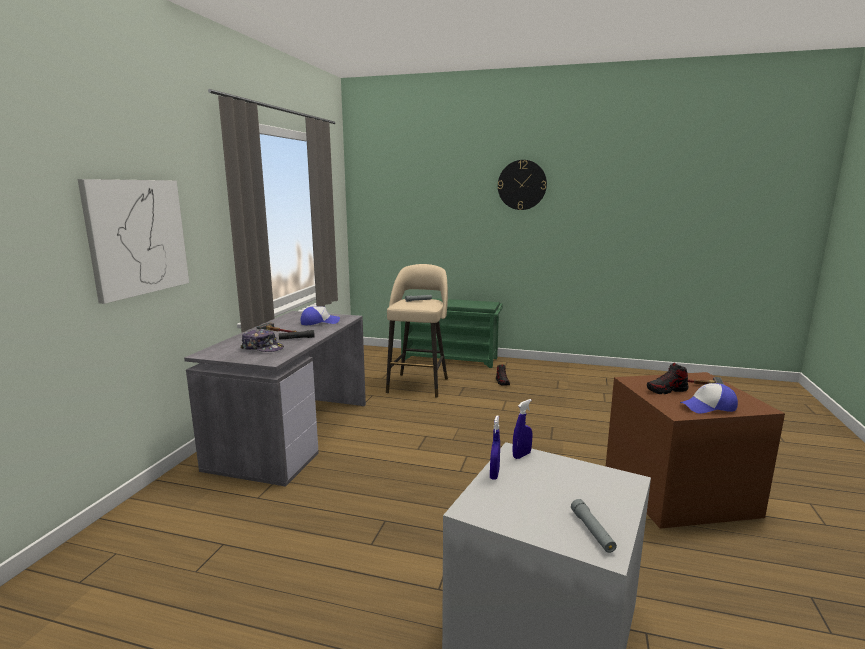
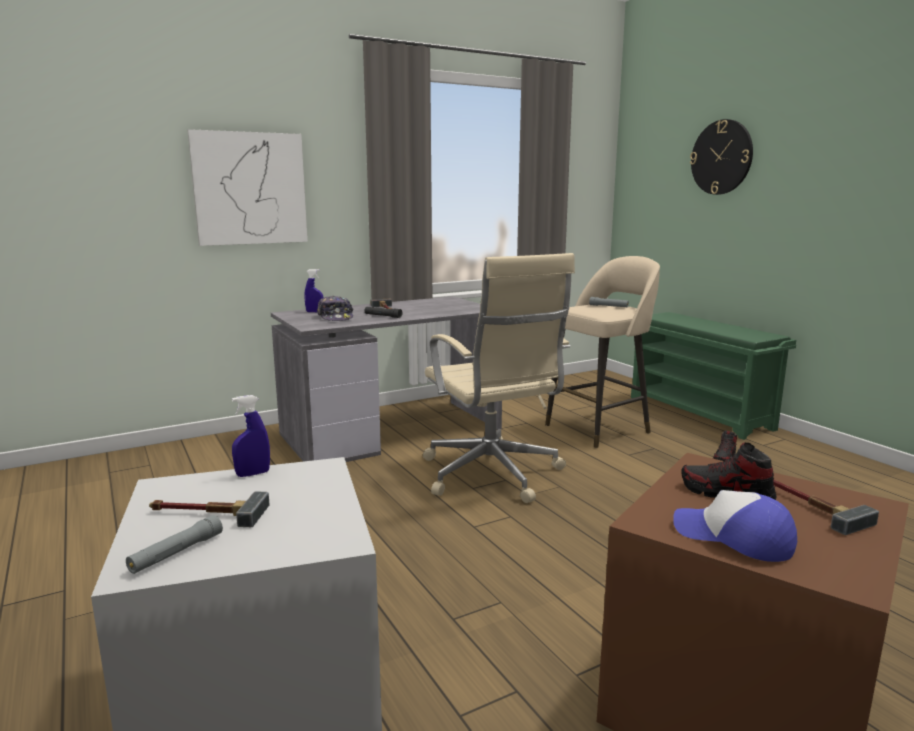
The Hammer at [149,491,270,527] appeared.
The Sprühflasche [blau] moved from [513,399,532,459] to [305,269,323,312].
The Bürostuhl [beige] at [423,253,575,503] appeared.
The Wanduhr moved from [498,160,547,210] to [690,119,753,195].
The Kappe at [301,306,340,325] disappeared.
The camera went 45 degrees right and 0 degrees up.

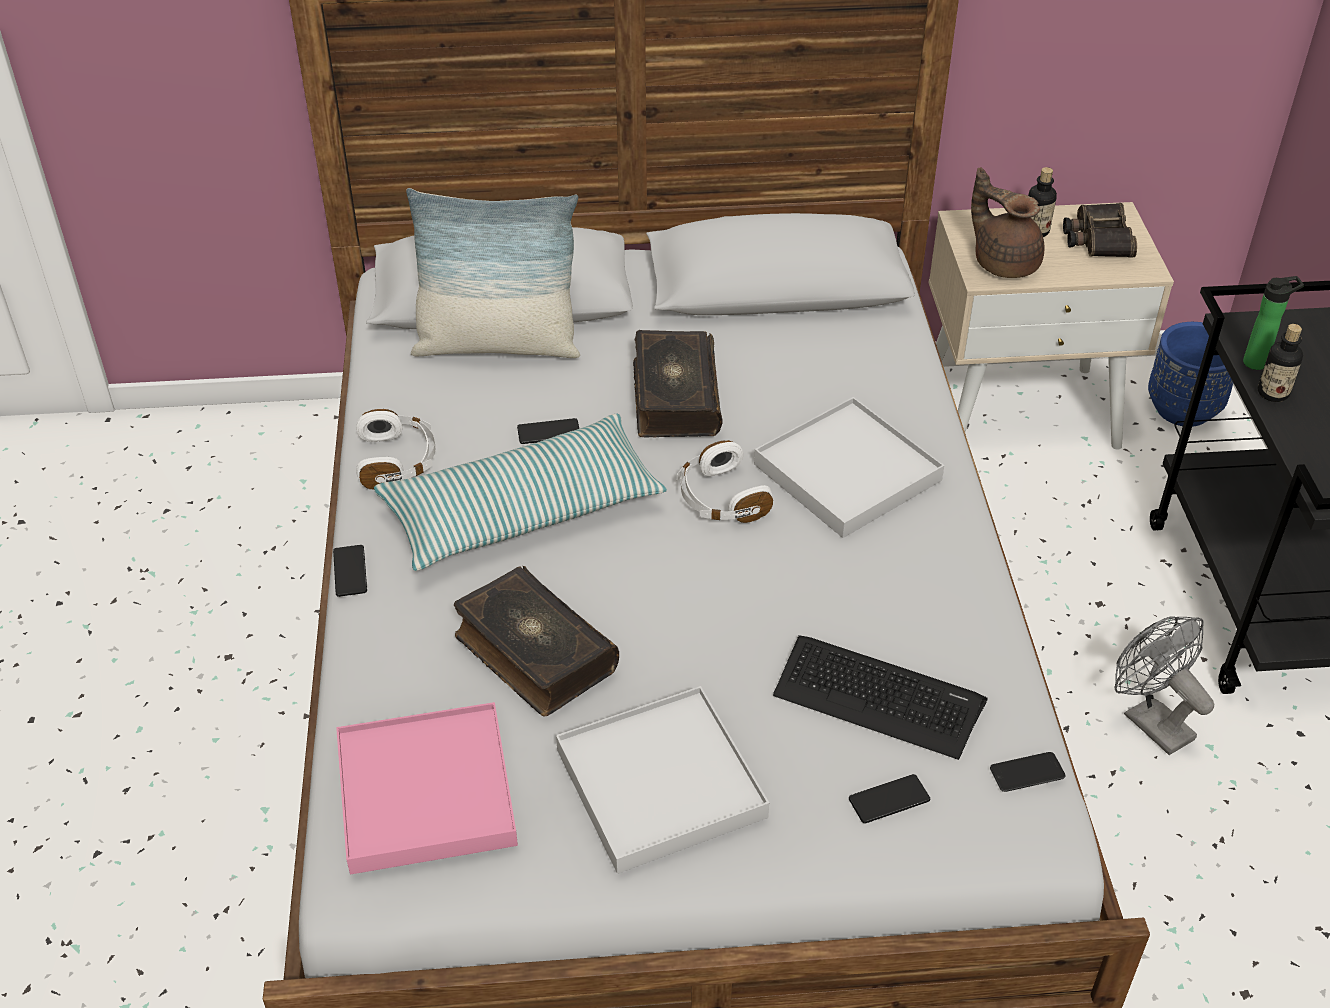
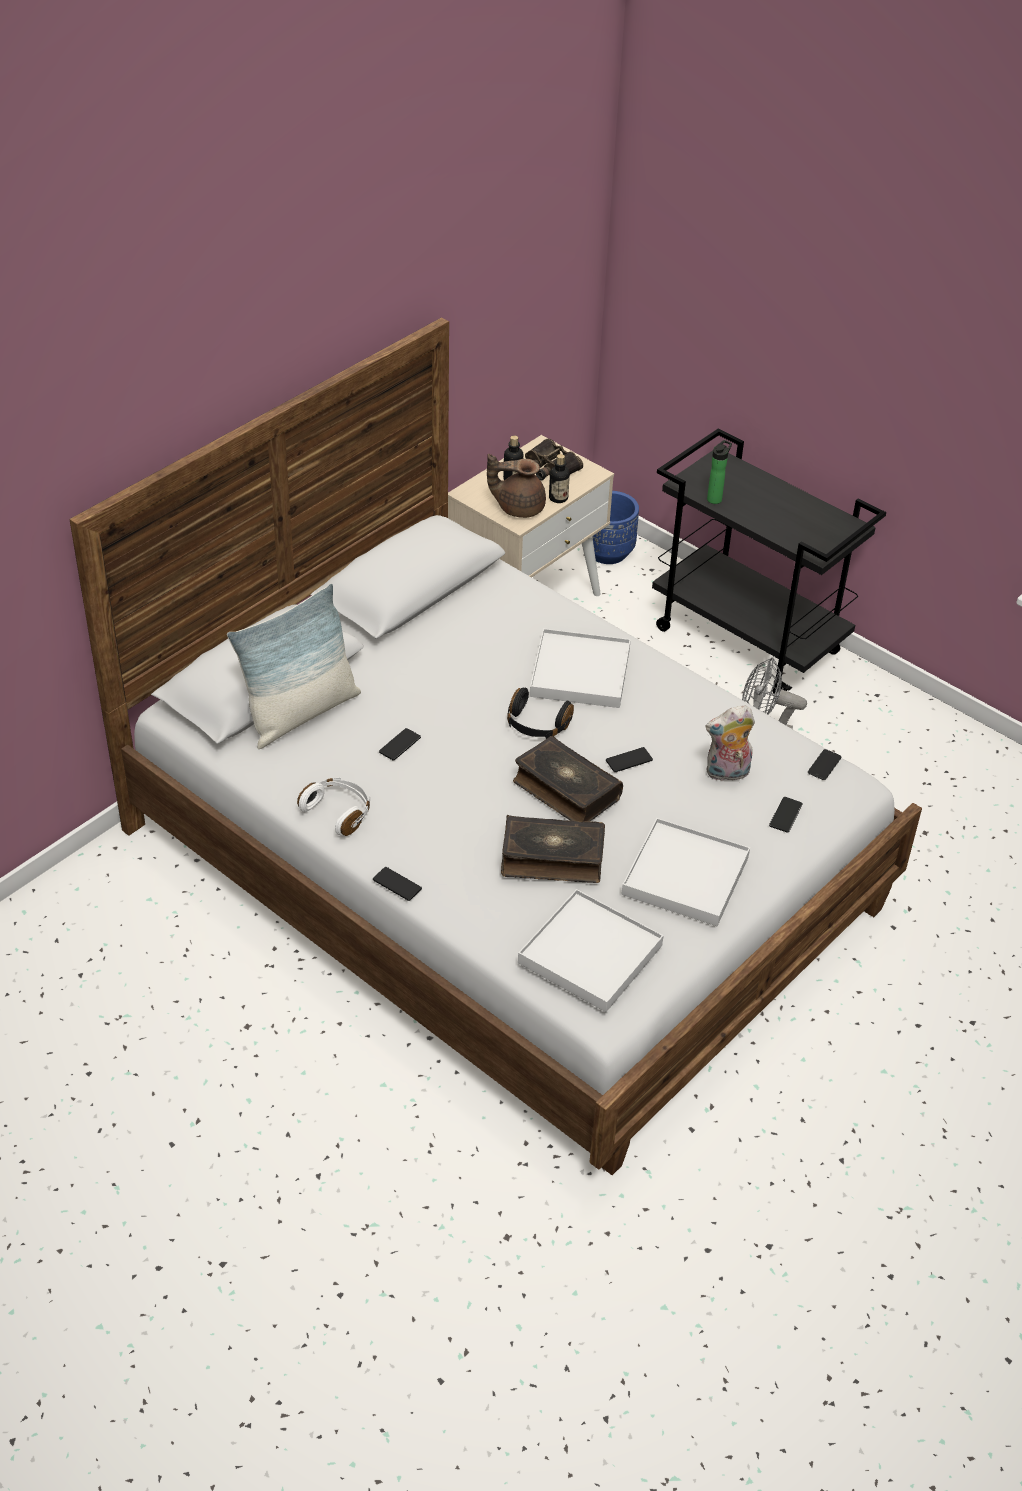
The Kopfhörer [weiß] at [677,440,773,523] became the Kopfhörer [schwarz] at [507,687,574,739].
The Buch moved from [633,330,722,438] to [513,736,623,822].
The Tablett [rosa] at [336,702,518,874] became the Tablett [weiß] at [518,889,664,1012].
The Flasche moved from [1258,324,1303,402] to [549,454,570,503].
The Handy at [606,747,653,772] appeared.
The Tastatur at [773,635,987,760] was replaced by the Plüschtier at [705,705,755,781].
The Kissen at [374,414,667,571] disappeared.
The camera went 45 degrees left and 0 degrees up.

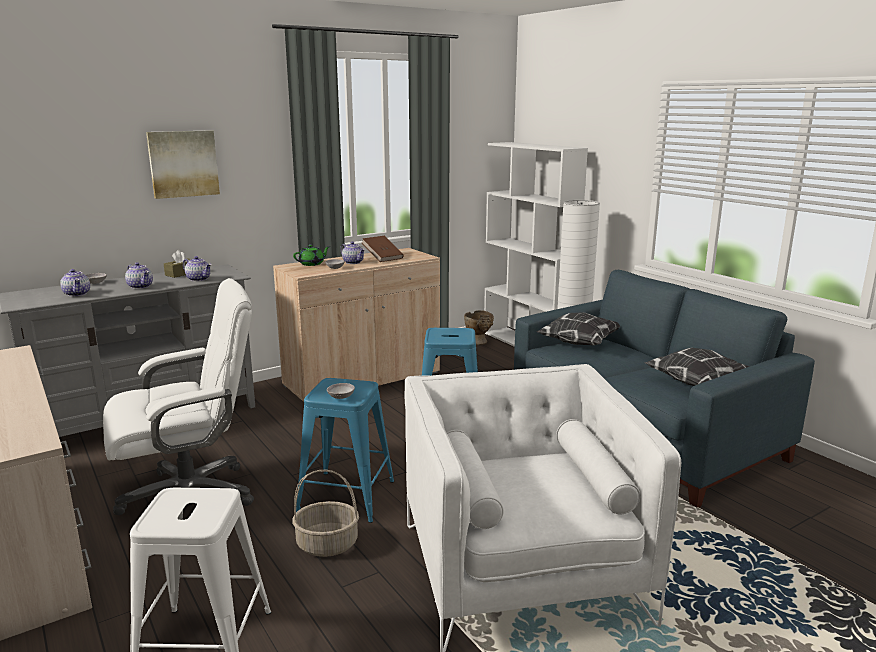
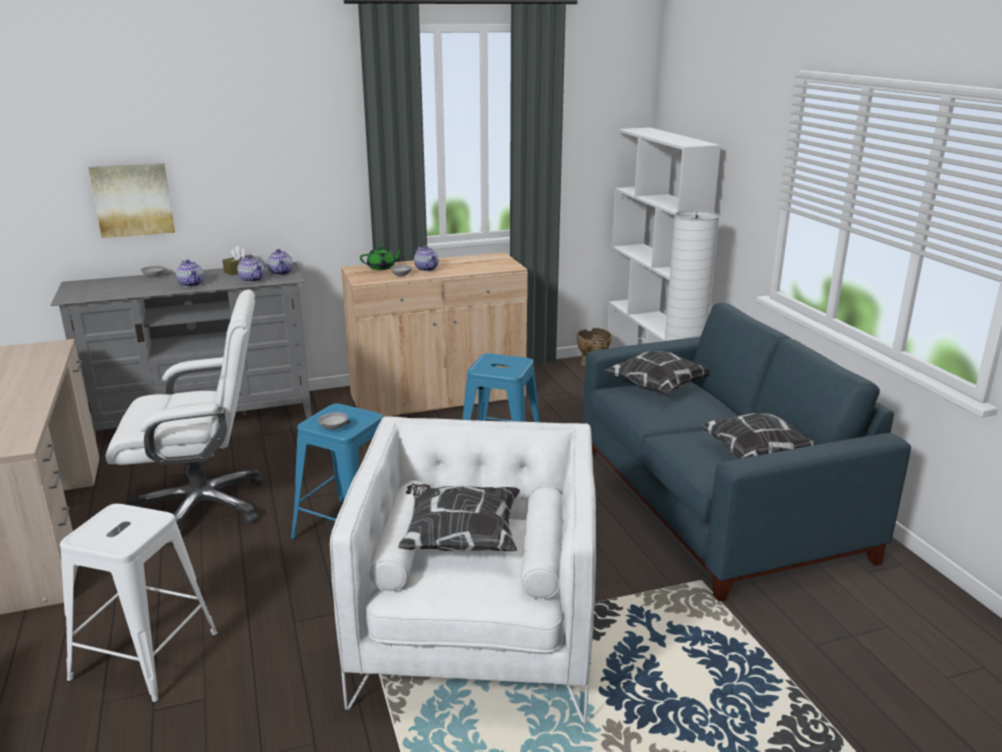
The Bild moved from [146,130,220,199] to [89,163,175,238].
The Teekanne moved from [60,269,90,296] to [267,249,293,275].
The Kissen at [398,483,520,551] appeared.
The Korb at [292,470,359,557] disappeared.
The Buch [braun] at [362,236,404,262] disappeared.
The camera went 15 degrees right and 5 degrees up.

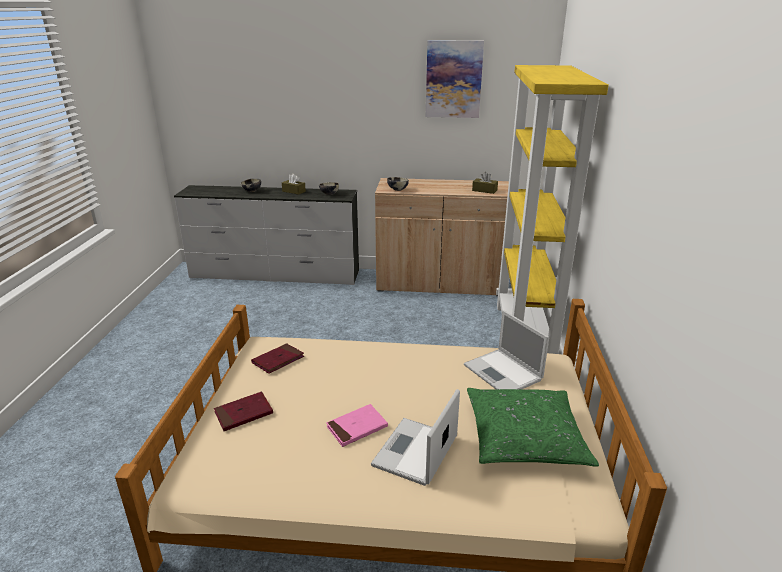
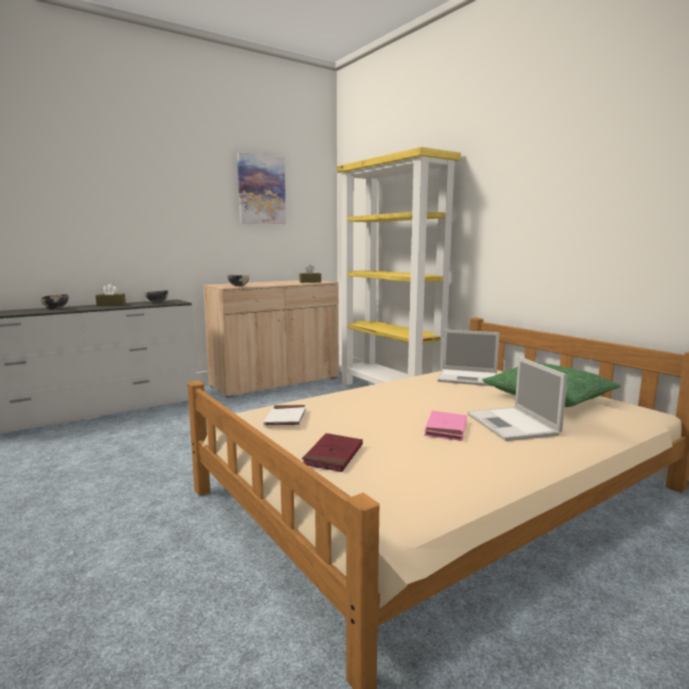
The Buch [rot] at [251,344,304,374] became the Buch [weiß] at [263,405,307,427].
The camera went 40 degrees left and 15 degrees down.

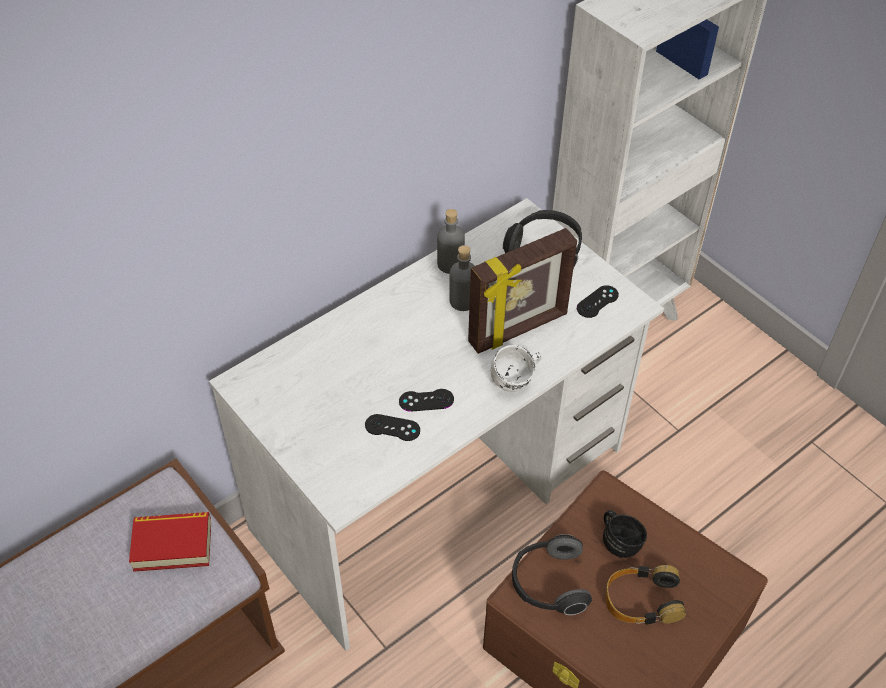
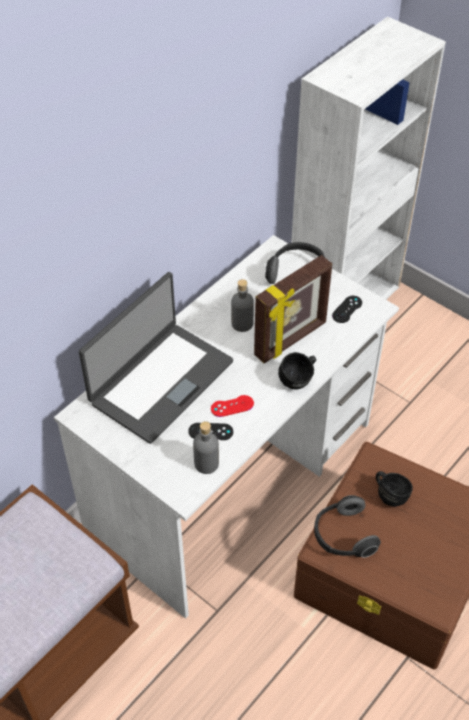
The Laptop at [79,272,233,444] appeared.
The Flasche [grau] moved from [437,209,465,274] to [193,421,219,474].
The Gamepad [schwarz] at [399,389,454,412] became the Gamepad [rot] at [211,395,254,417].
The Henkelbecher [weiß] at [490,345,541,392] became the Henkelbecher [schwarz] at [278,352,316,390].
The Buch at [129,512,211,572] disappeared.
The Kopfhörer at [605,565,686,625] disappeared.
The camera went 10 degrees left and 0 degrees up.

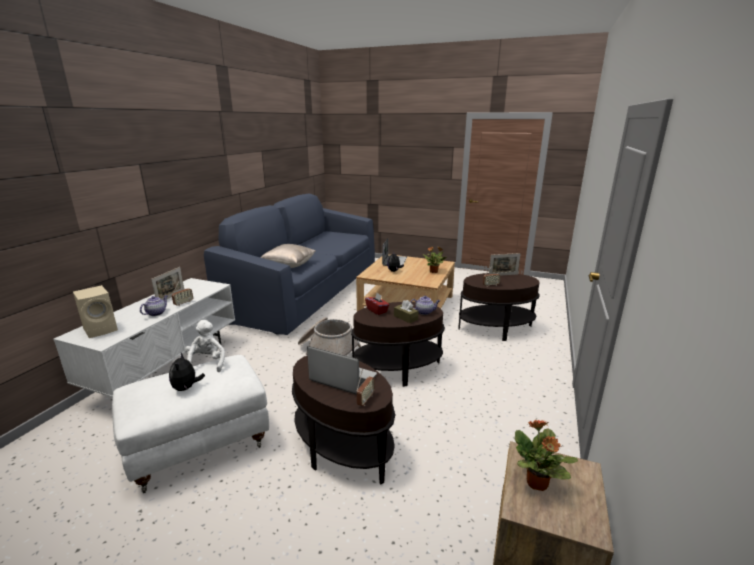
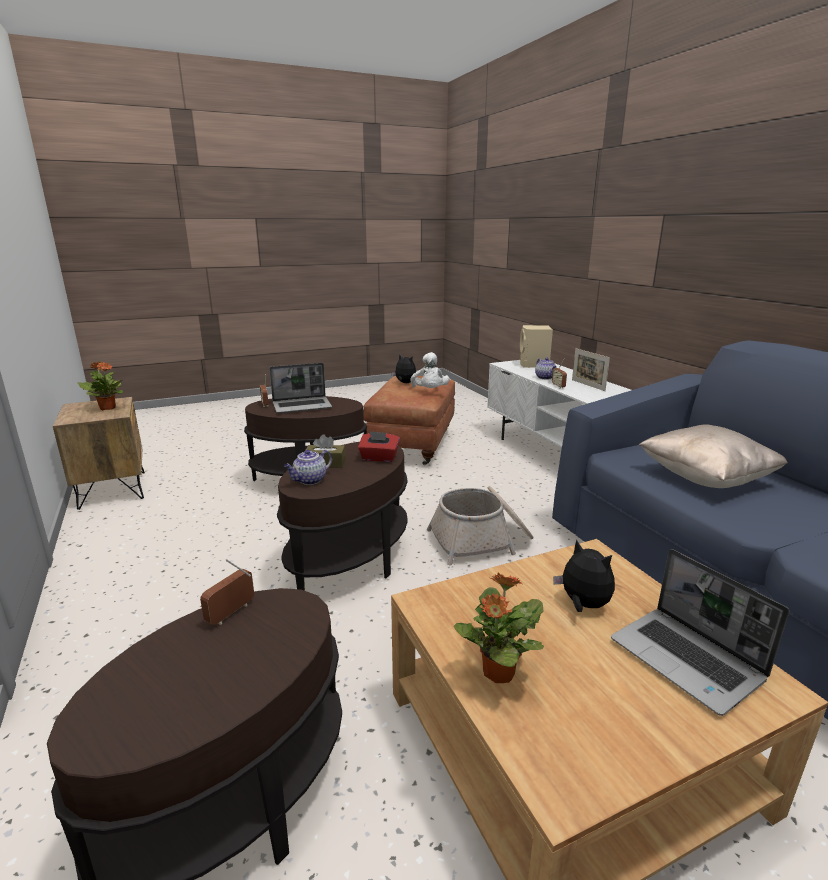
The Polsterhocker [weiß] at [112,355,269,493] became the Polsterhocker [braun] at [363,376,455,465].
The Plüschtier [weiß] at [185,320,225,372] turned 45 degrees clockwise.
The Bilderrahmen at [489,253,521,276] disappeared.
The camera went 135 degrees right and 0 degrees up.

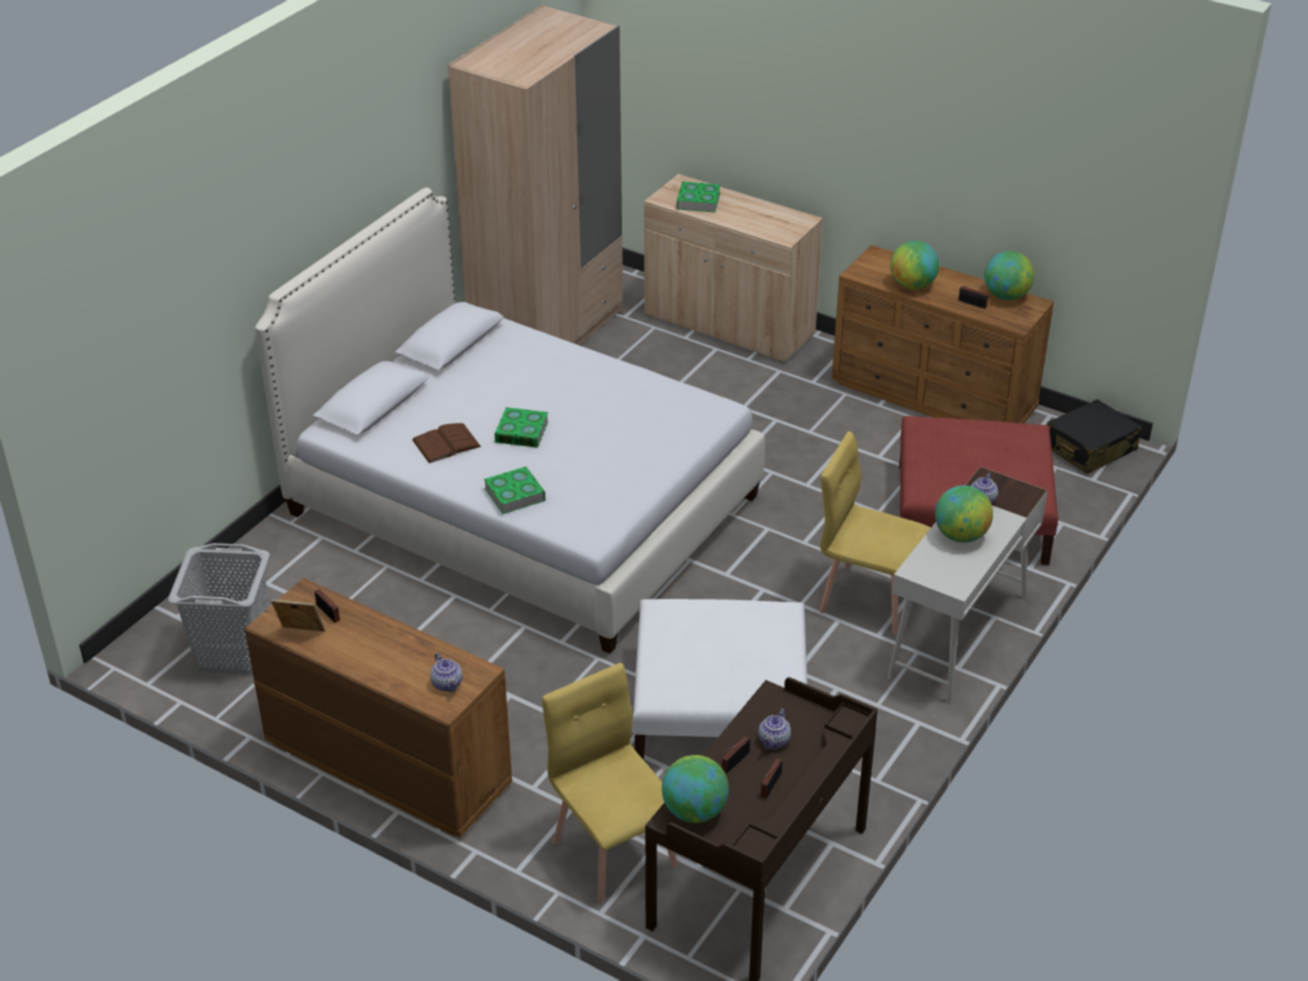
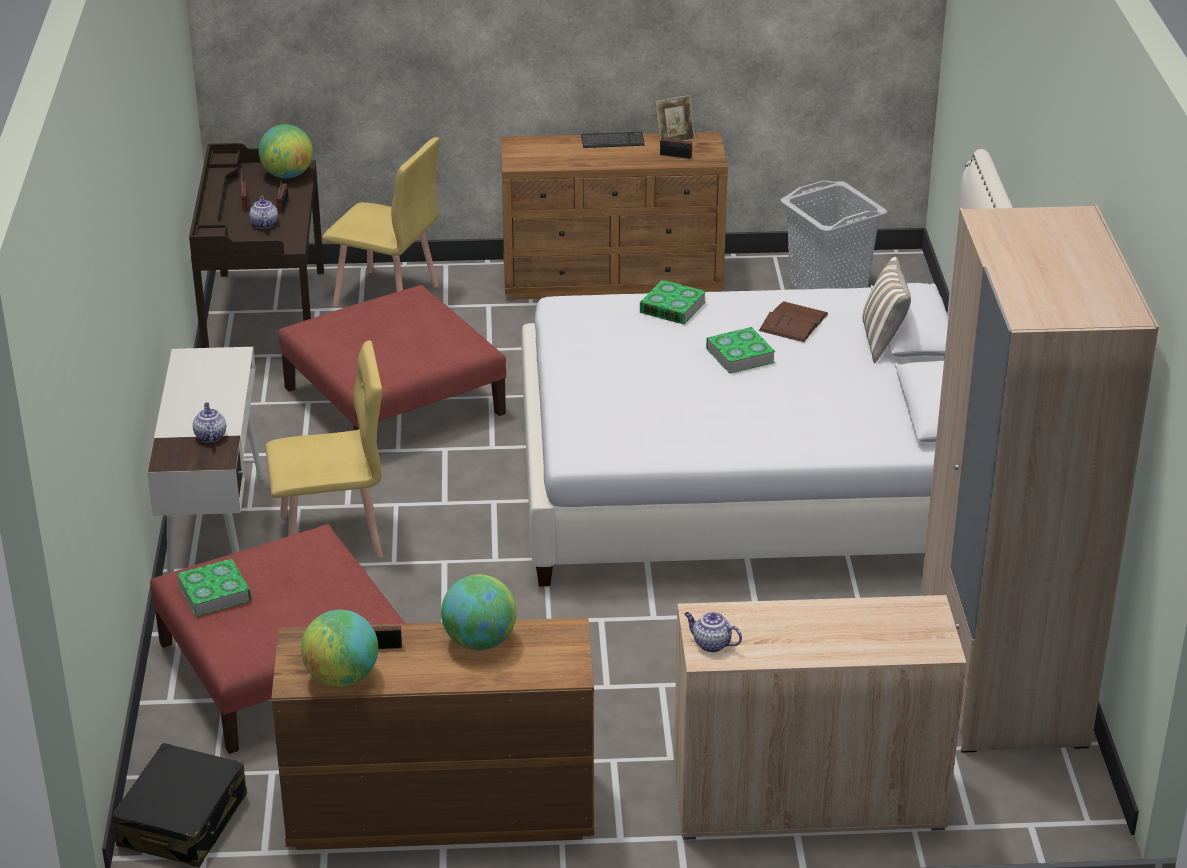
The Buch moved from [677,182,721,213] to [177,559,251,617].
The Polsterhocker [weiß] at [633,599,807,760] became the Polsterhocker [rot] at [278,285,506,430].
The Tastatur at [581,132,645,148] appeared.
The Teekanne moved from [430,653,463,692] to [684,612,742,653].
The Kissen at [862,256,911,363] appeared.
The Globus at [935,485,993,543] disappeared.
The camera went 145 degrees right and 5 degrees down.

